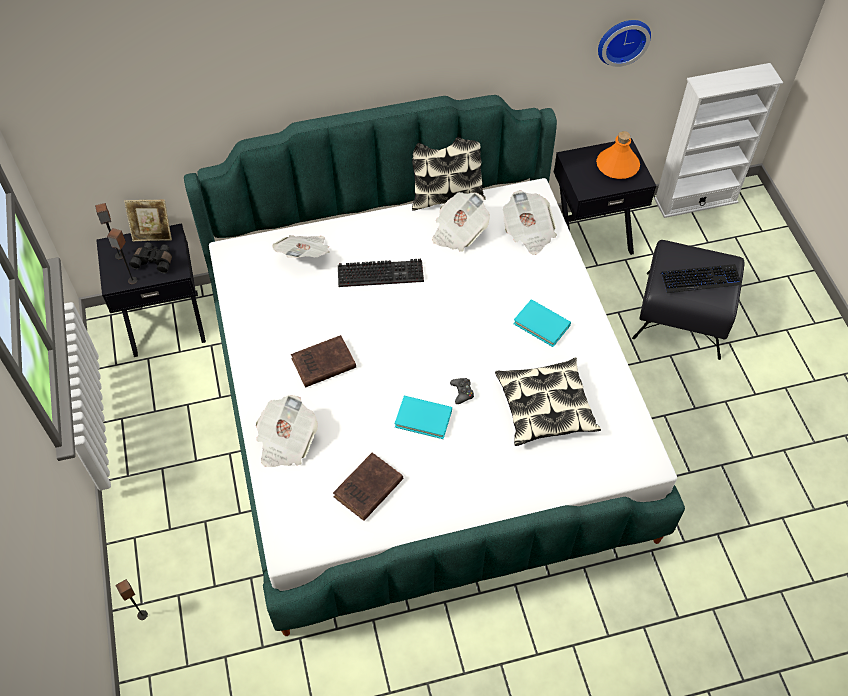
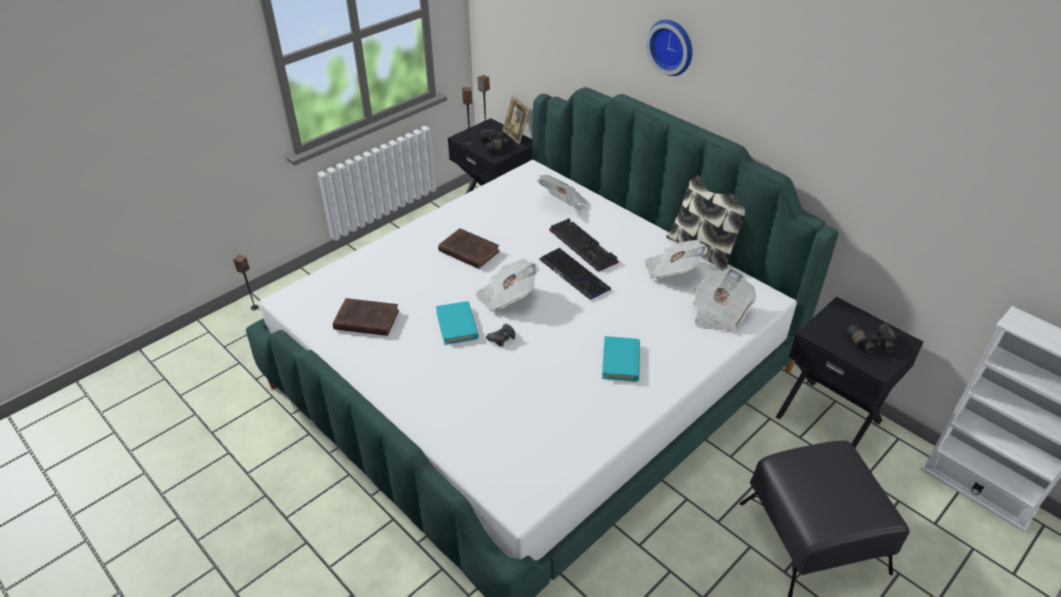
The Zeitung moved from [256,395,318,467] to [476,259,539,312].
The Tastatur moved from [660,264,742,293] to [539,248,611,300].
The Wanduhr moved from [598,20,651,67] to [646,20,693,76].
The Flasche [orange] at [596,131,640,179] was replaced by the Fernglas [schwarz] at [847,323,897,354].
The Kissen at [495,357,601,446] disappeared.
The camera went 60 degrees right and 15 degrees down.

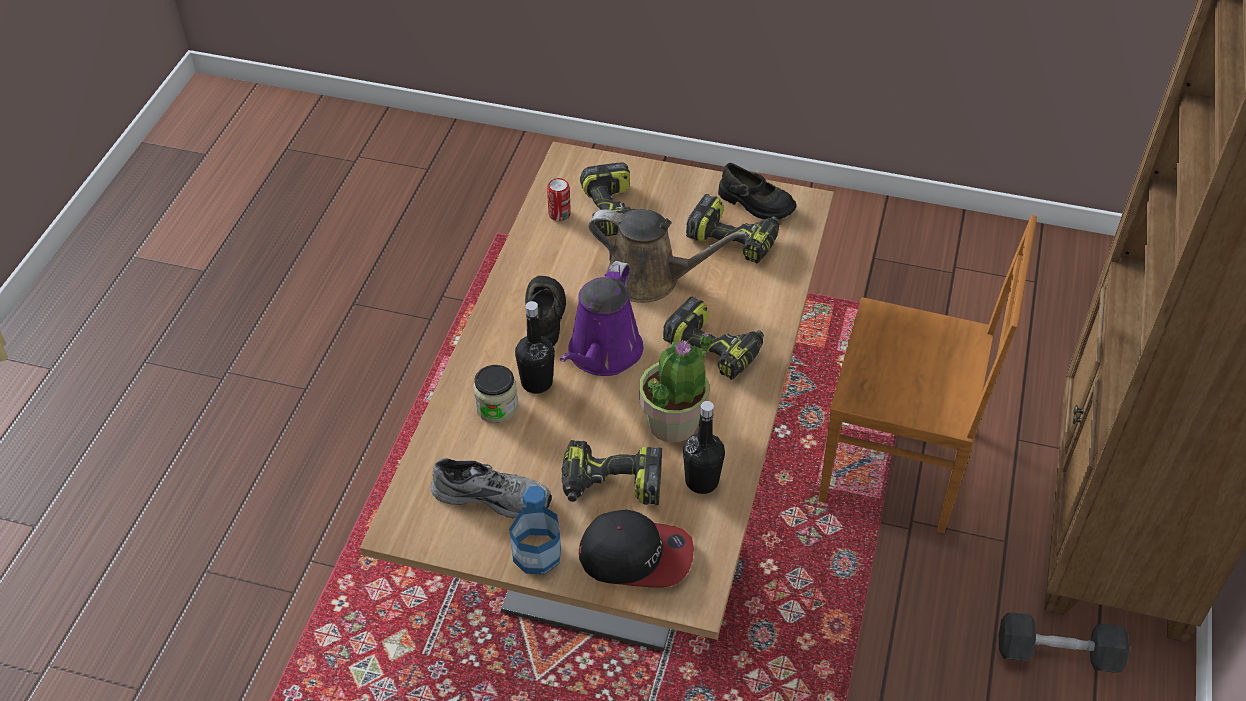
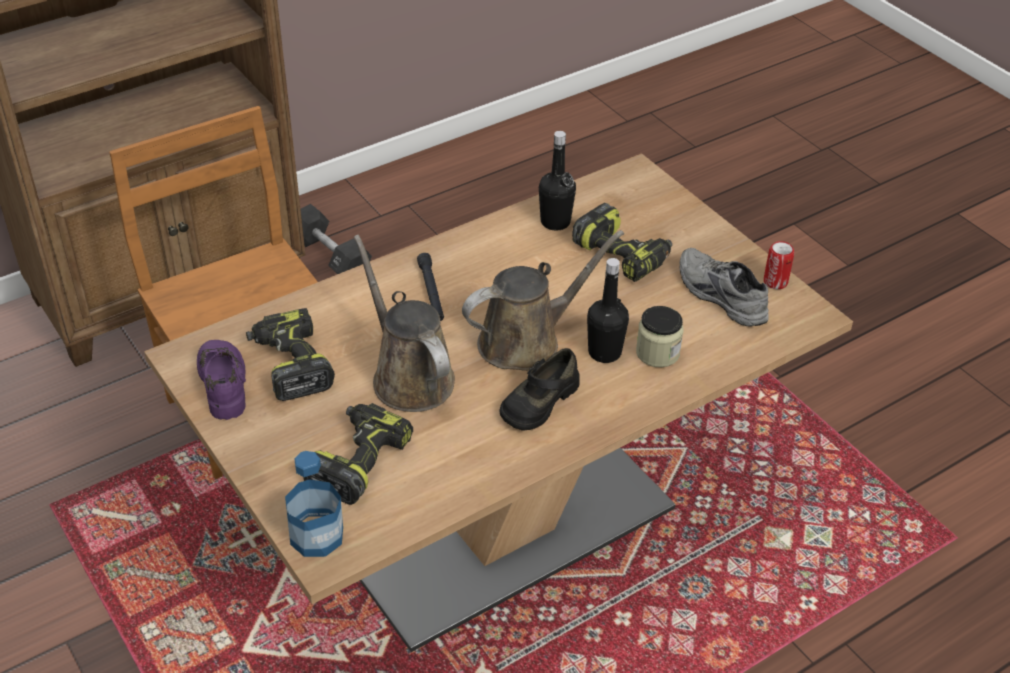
The Schuh [schwarz] at [718,163,797,219] became the Schuh [lila] at [197,340,246,420].
The Flasche moved from [509,486,561,574] to [285,451,343,557].
The Bohrmaschine at [663,297,764,380] was replaced by the Taschenlampe [schwarz] at [417,253,444,321].
The Gießkanne [lila] at [560,261,643,376] became the Gießkanne [braun] at [462,230,624,371].
The Dose moved from [547,178,571,221] to [764,241,794,289].
The Kappe at [579,510,694,588] disappeared.
The Topfpflanze at [639,332,712,443] disappeared.
The camera went 140 degrees left and 5 degrees down.

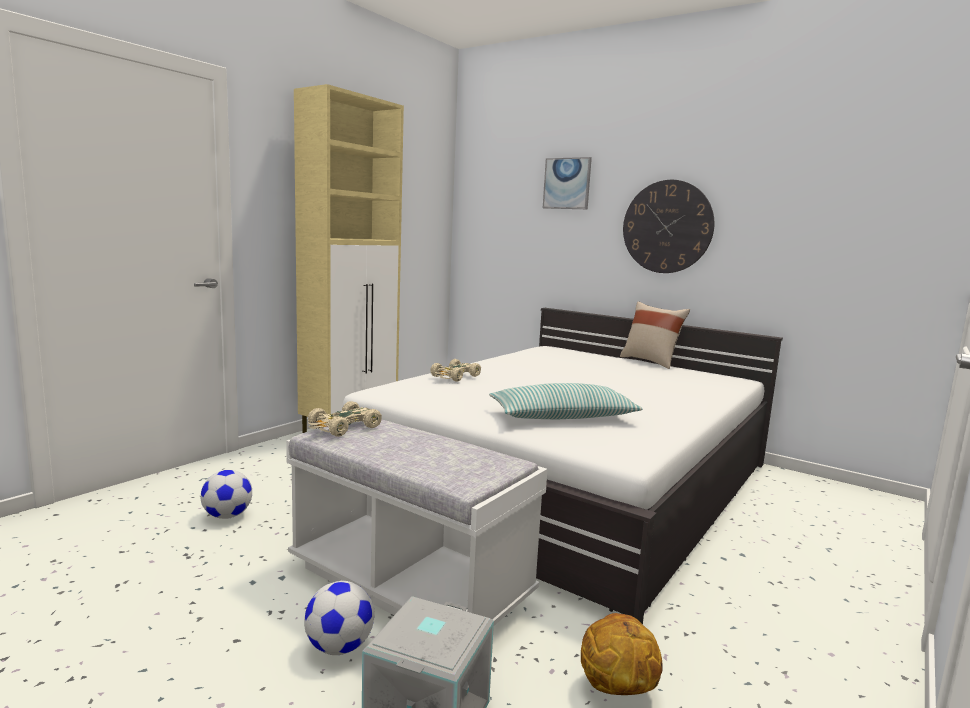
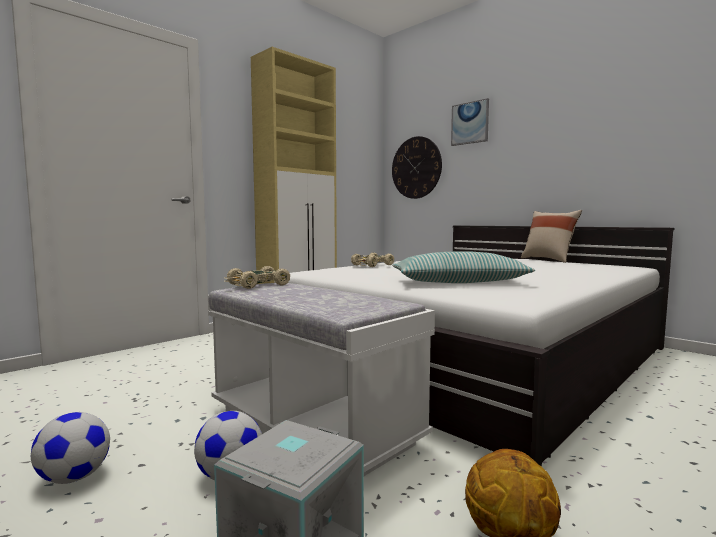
The Fußball moved from [201,470,252,519] to [31,412,110,484].
The Wanduhr moved from [623,180,714,273] to [392,136,442,199].
The camera went 10 degrees right and 5 degrees down.

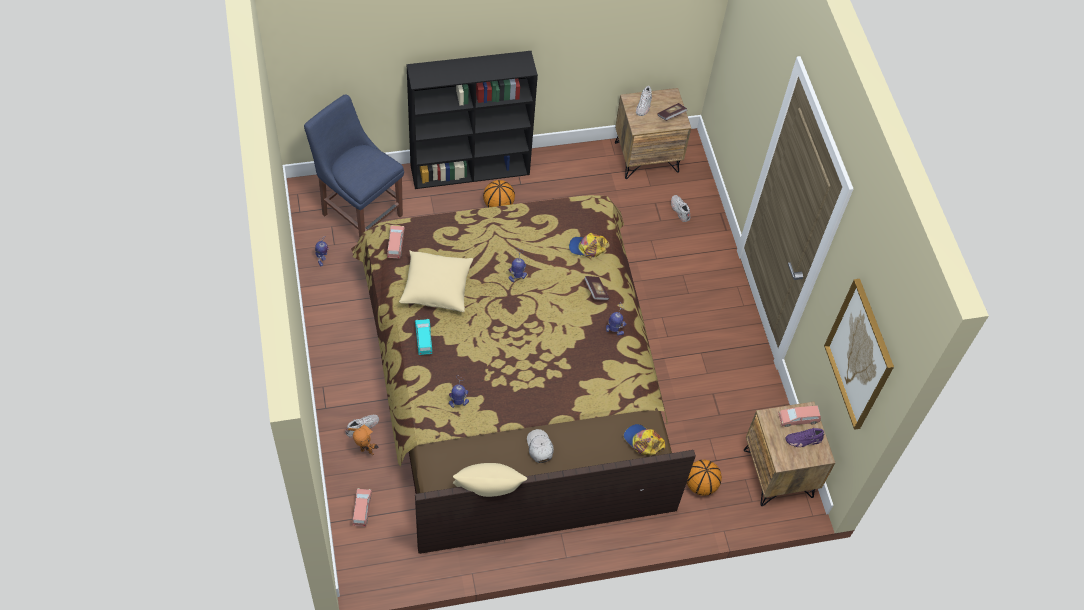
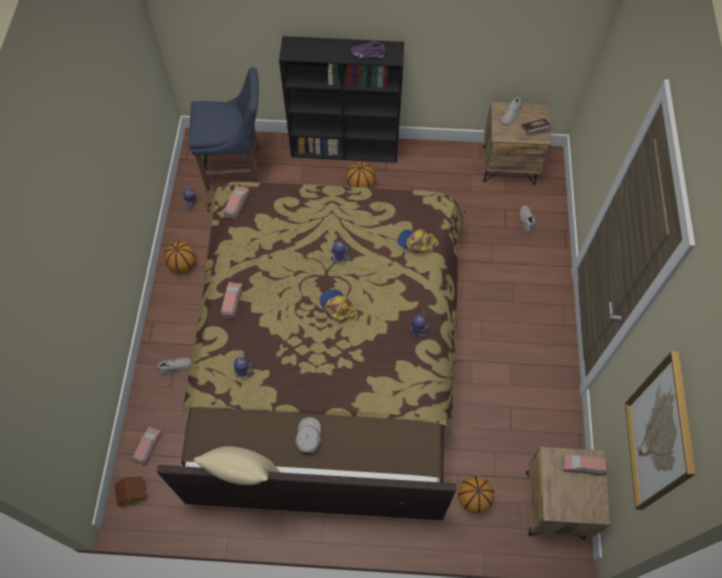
The Spielzeughaus at [114,477,146,506] appeared.
The Basketball at [164,241,196,273] appeared.
The Stuhl [blau] at [304,94,404,238] turned 120 degrees clockwise.
The Spielzeugauto [türkis] at [415,319,432,355] became the Spielzeugauto [rosa] at [221,282,243,319].
The Kappe moved from [623,424,666,455] to [319,290,355,320].
The Schuh [lila] moved from [786,428,825,447] to [350,40,385,59].
The Spielzeugroboter at [347,425,379,456] disappeared.
The Kissen [beige] at [399,250,473,312] disappeared.
The Buch at [584,276,609,300] disappeared.
The camera went 20 degrees right and 5 degrees up.

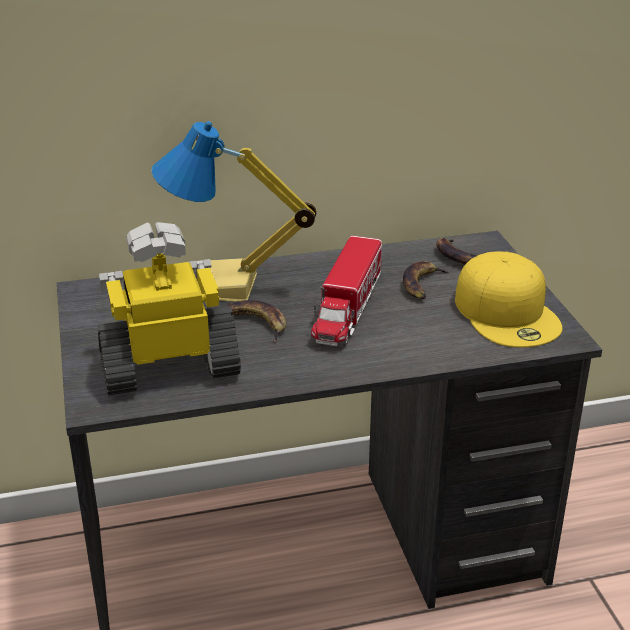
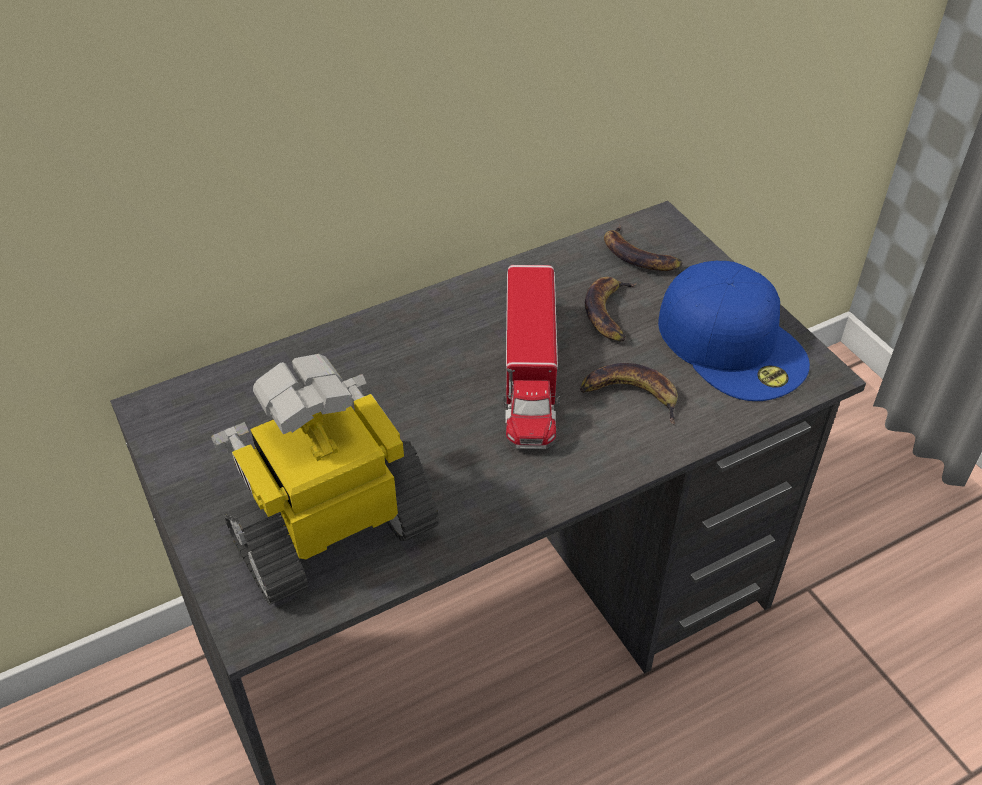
The Banane moved from [226,300,287,343] to [580,363,678,425].
The Kappe [gelb] at [455,251,562,348] became the Kappe [blau] at [658,261,810,401].
The Tischlampe at [151,121,317,302] disappeared.
The camera went 15 degrees left and 15 degrees up.

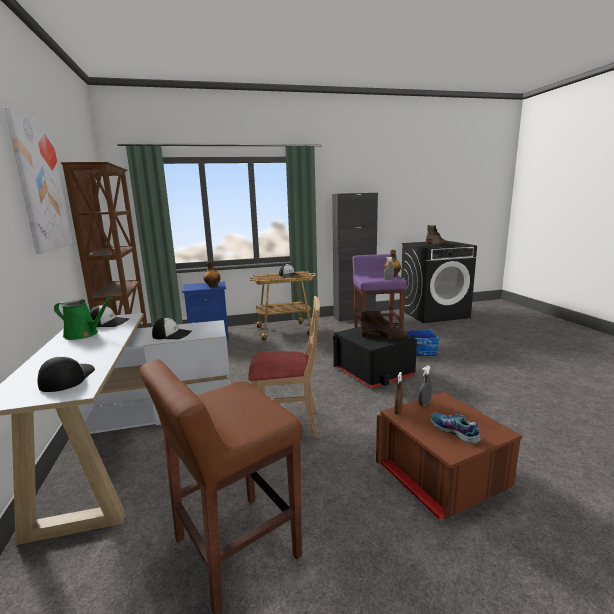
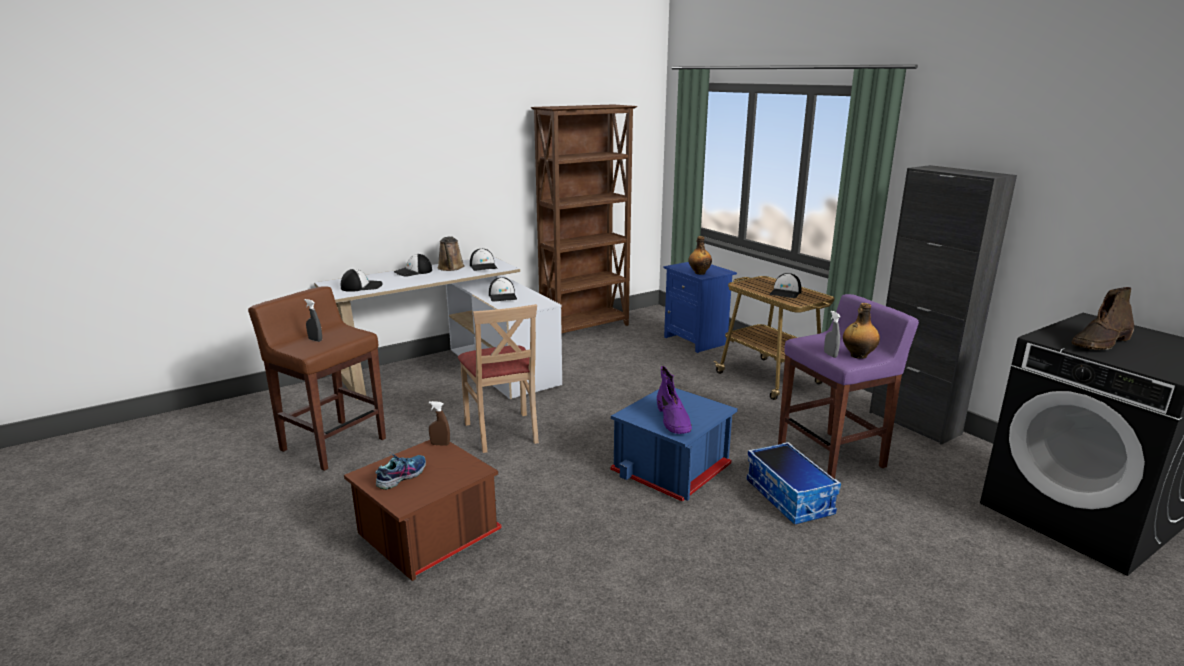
The Sprühflasche [grau] moved from [419,366,432,406] to [304,299,322,342].
The Kappe at [394,254,432,277] appeared.
The Gießkanne [grün] at [54,297,112,340] became the Gießkanne [braun] at [438,236,465,271].
The Aufbewahrungsbox [schwarz] at [333,327,417,388] became the Aufbewahrungsbox [blau] at [610,388,738,501].
The Stiefel [braun] at [360,310,408,340] became the Stiefel [lila] at [657,366,692,434].
The Bild at [5,107,73,254] disappeared.
The camera went 70 degrees right and 5 degrees up.

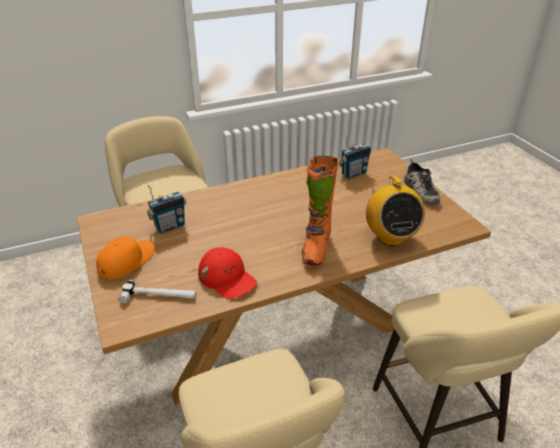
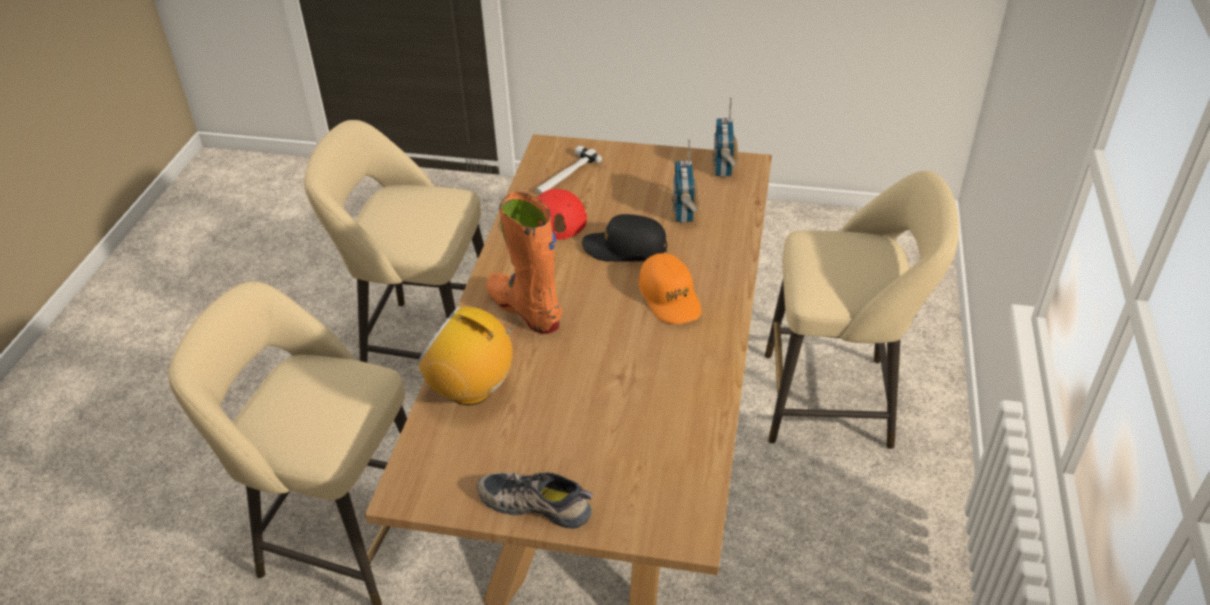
The Kappe [schwarz] at [582,214,667,262] appeared.
The Kappe [orange] moved from [96,236,155,279] to [639,253,701,324].
The Radio moved from [338,135,371,179] to [712,98,739,177].
The camera went 125 degrees right and 5 degrees up.

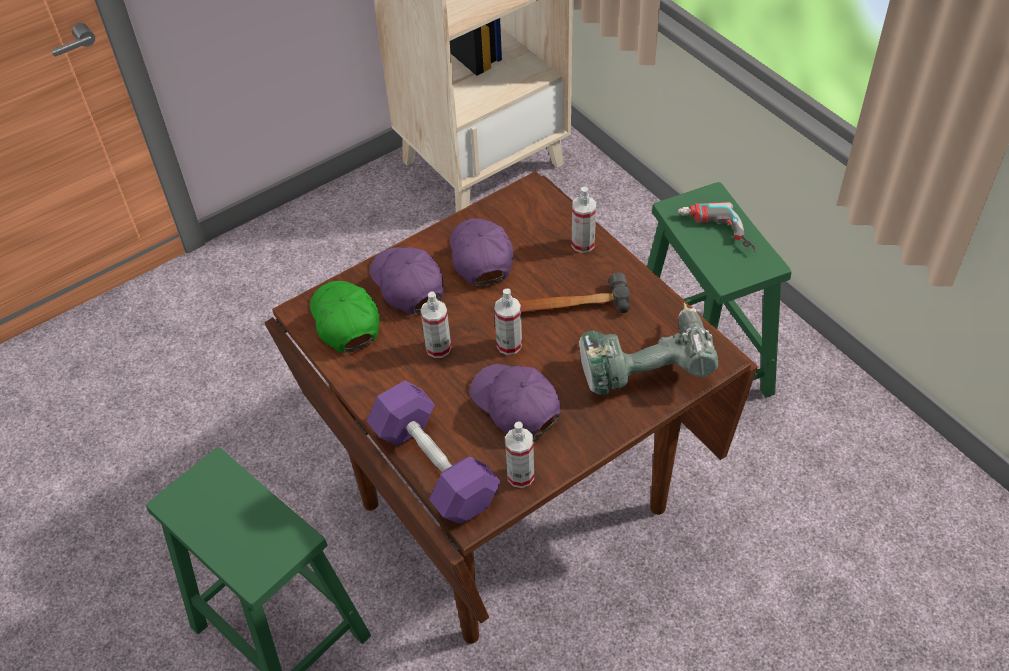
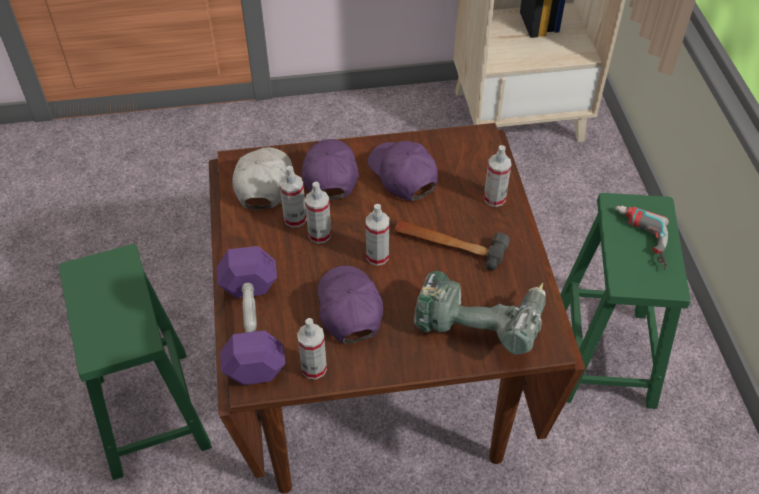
The Kappe [grün] at [310,281,380,353] became the Kappe [weiß] at [232,147,292,209].
The Sprühflasche at [279,166,307,227] appeared.
The Kappe [lila] at [450,218,514,286] turned 45 degrees counterclockwise.
The camera went 25 degrees right and 0 degrees up.

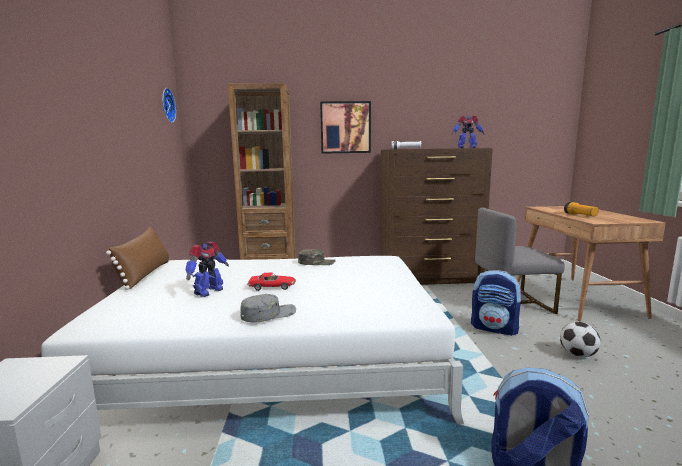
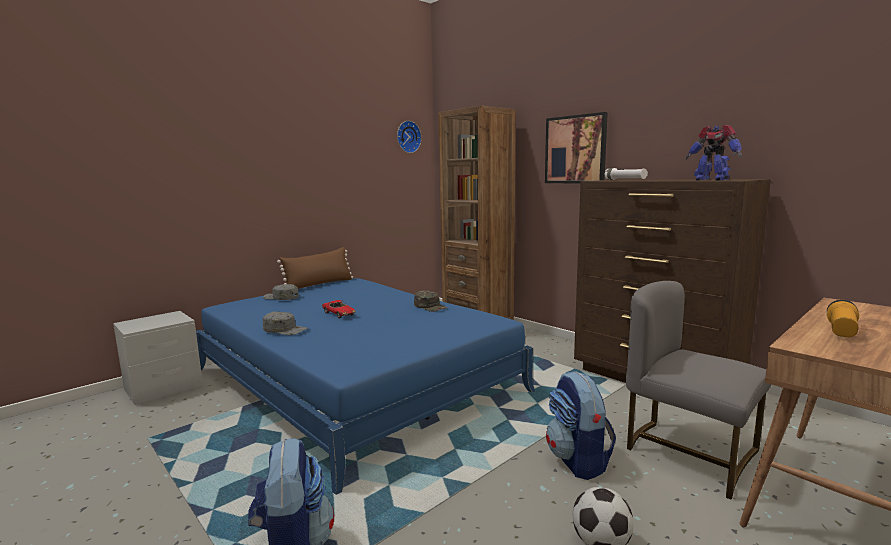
The Bett [weiß] at [41,256,464,424] became the Bett [blau] at [196,278,535,495].
The Kappe [grau] at [263,284,299,300] appeared.
The Spielzeugroboter at [185,242,229,297] disappeared.
The camera went 50 degrees right and 0 degrees up.

